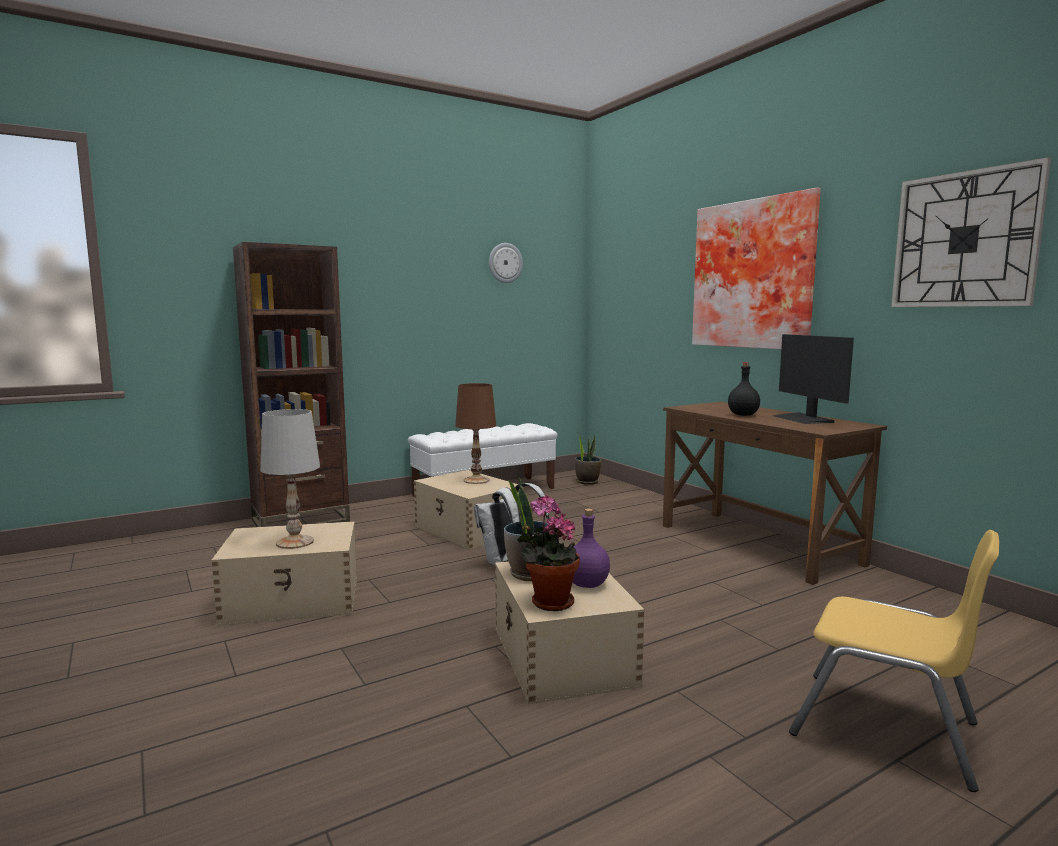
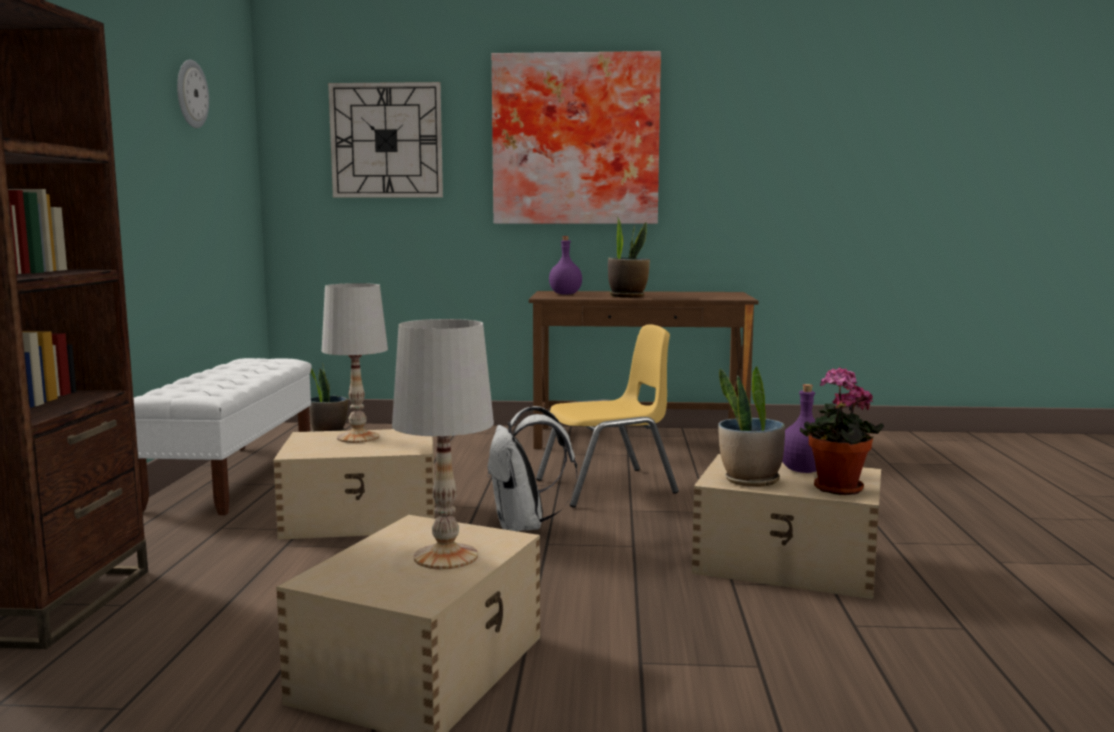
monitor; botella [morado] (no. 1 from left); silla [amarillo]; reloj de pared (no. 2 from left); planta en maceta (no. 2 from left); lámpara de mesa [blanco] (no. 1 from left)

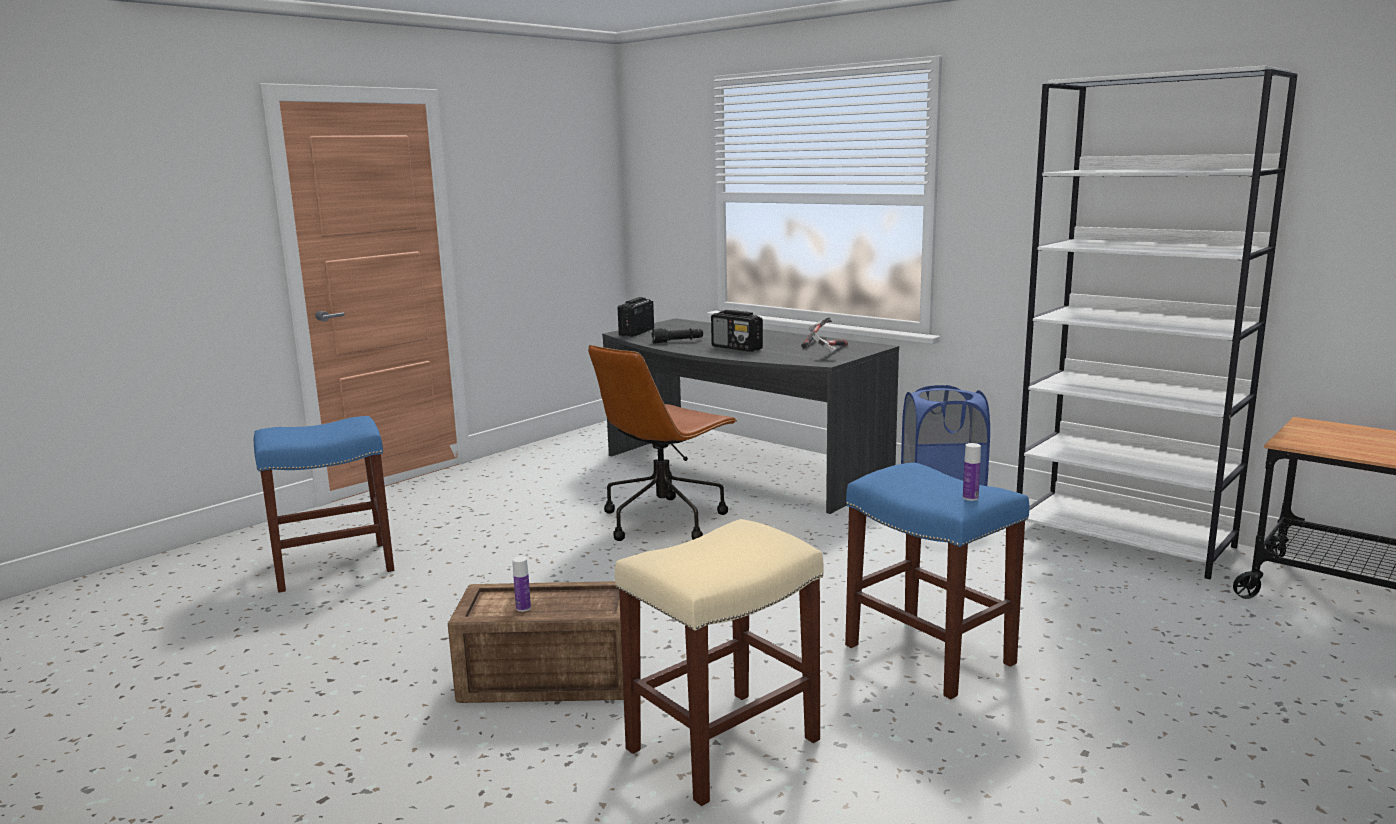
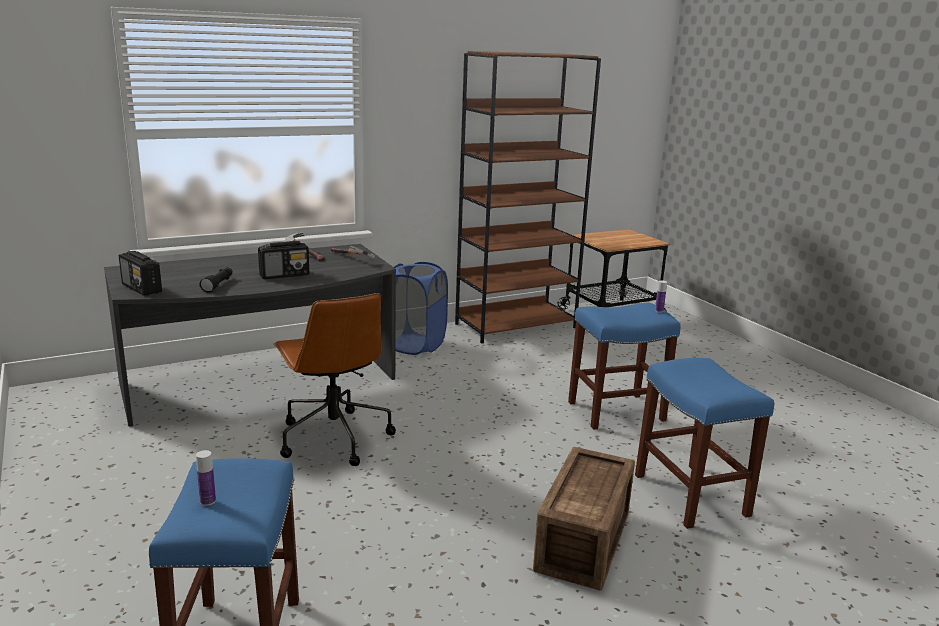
botella (no. 1 from left); taburete [azul] (no. 3 from left); estantería [marrón]

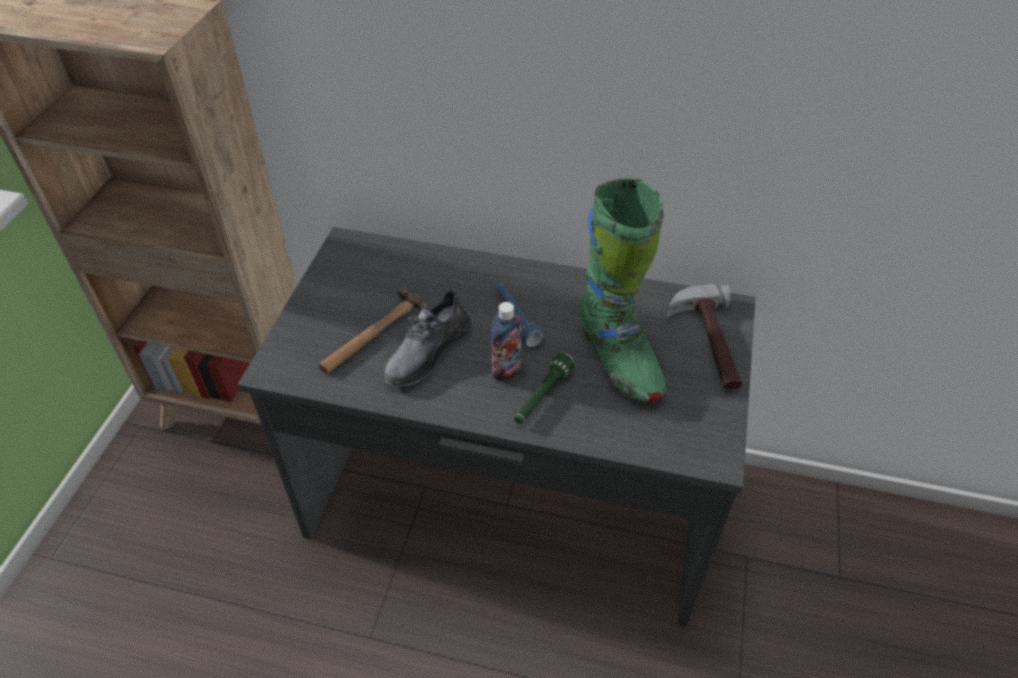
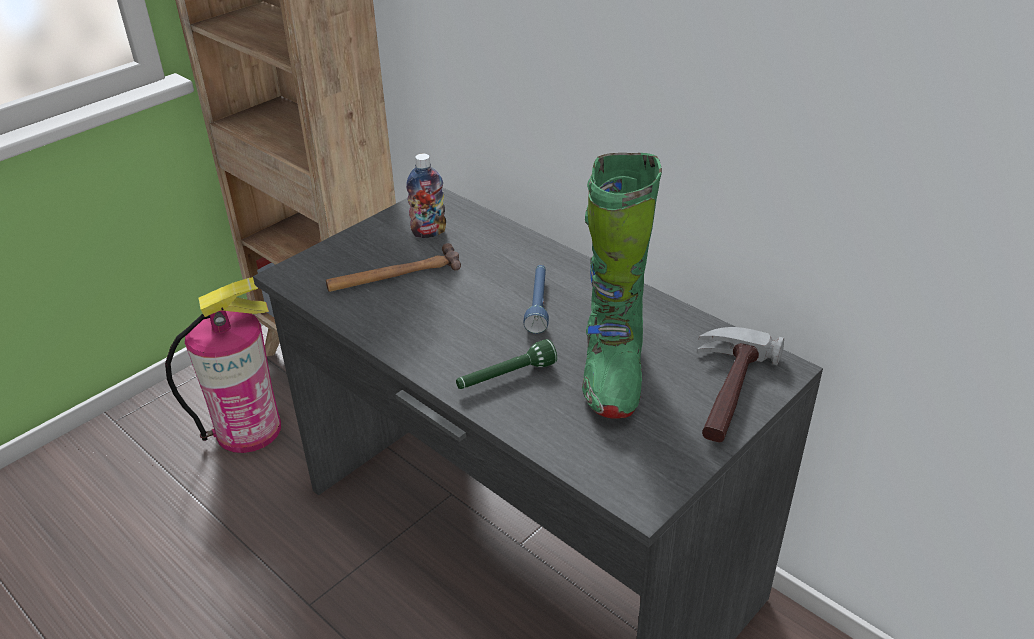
zapato [gris]; extintor; botella

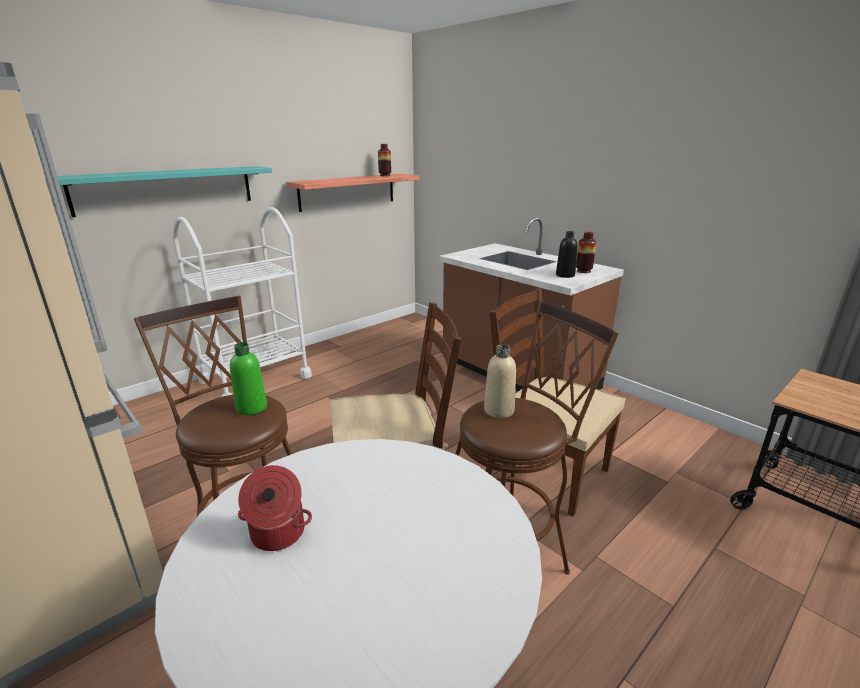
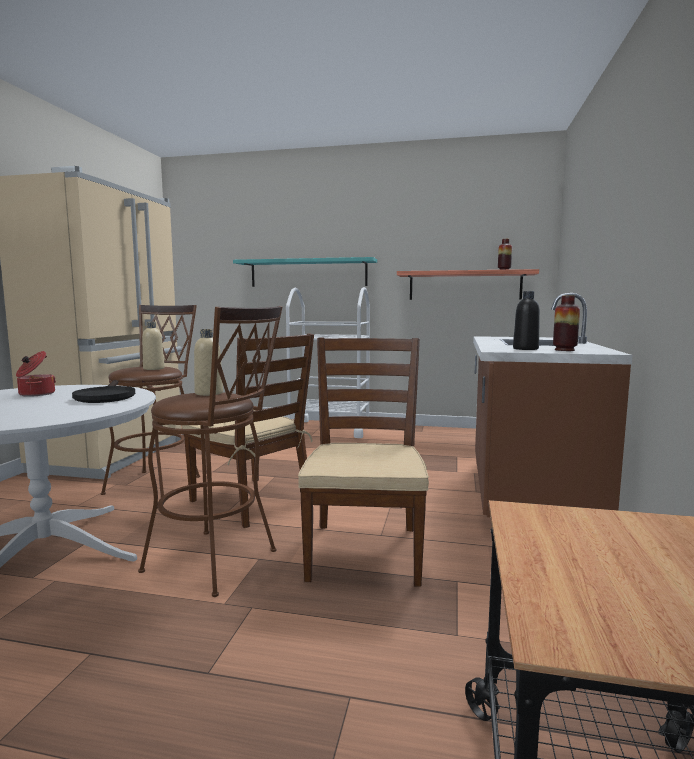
sartén [negro]; botella [beis] (no. 1 from left)

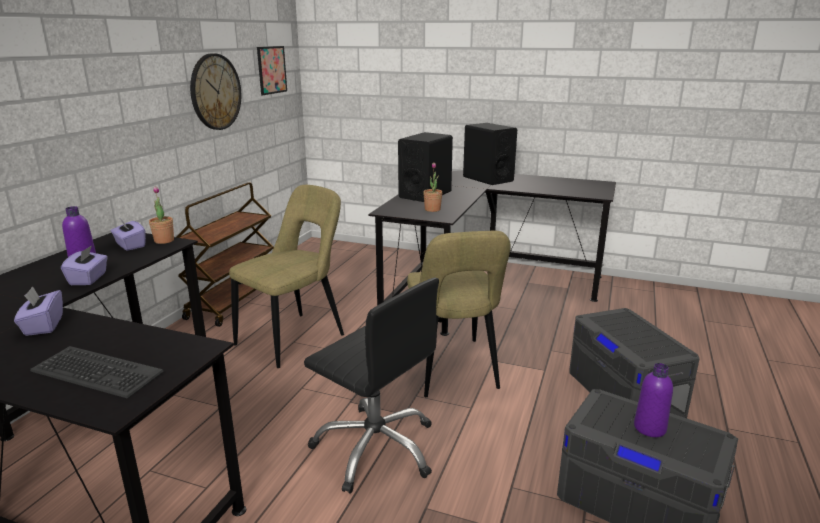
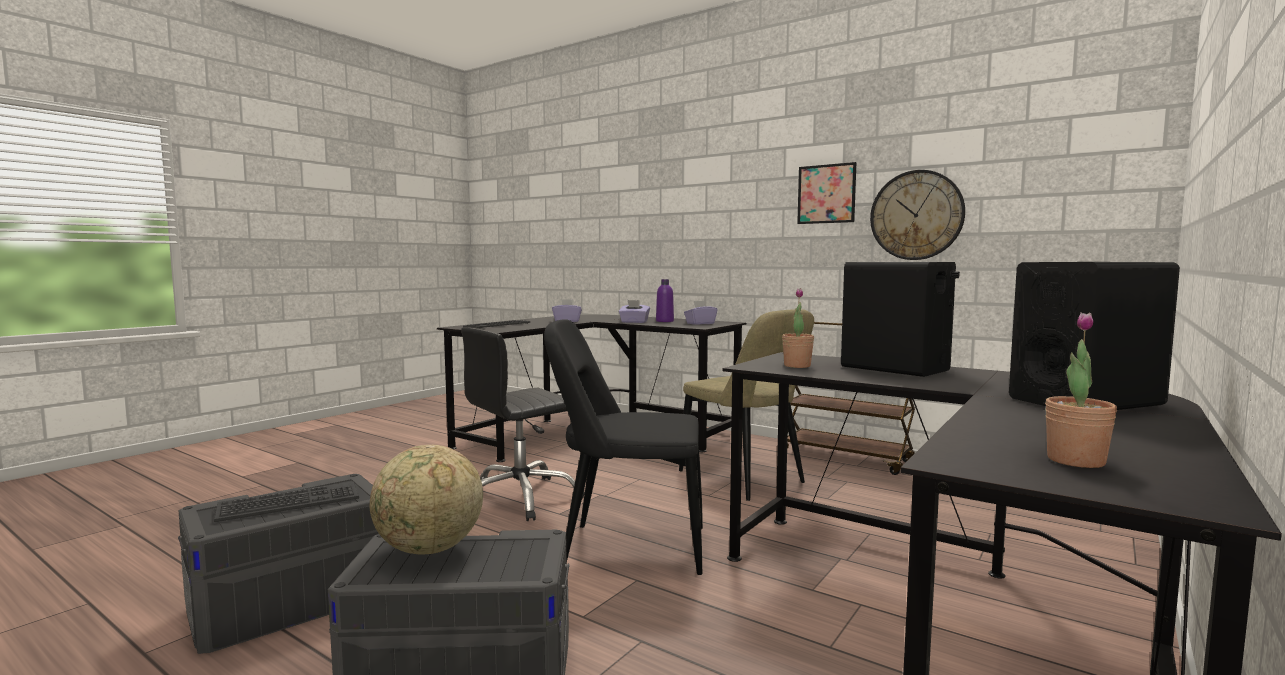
globo terráqueo; planta en maceta (no. 2 from left); cuadro; teclado (no. 1 from left); silla [negro]

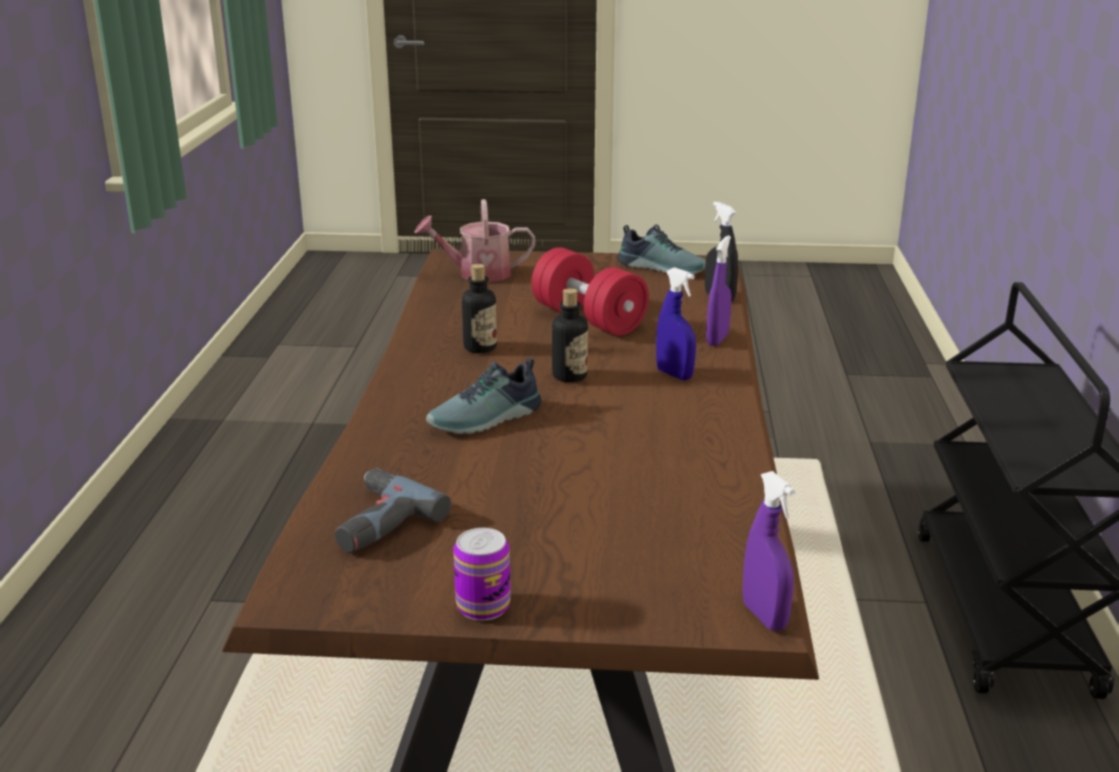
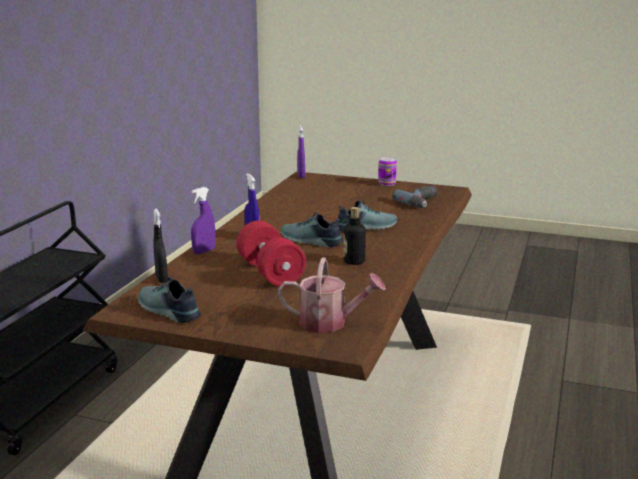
zapato (no. 2 from left)

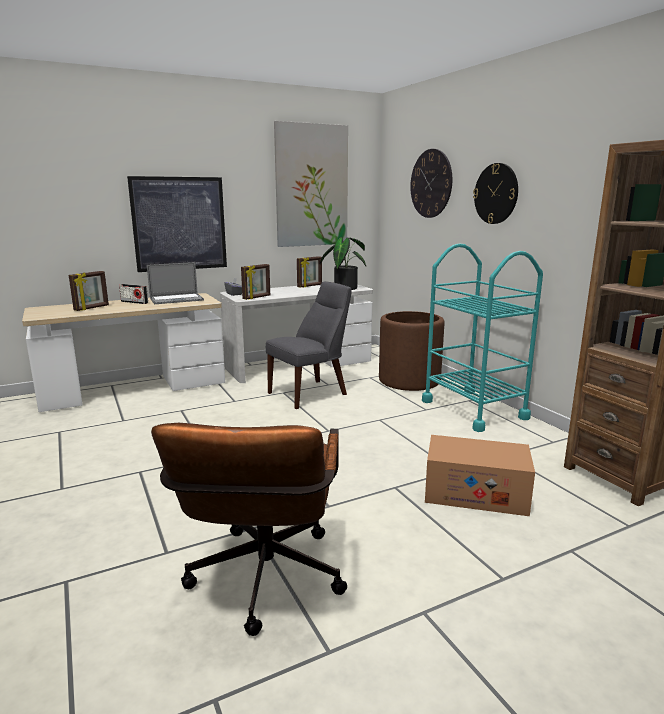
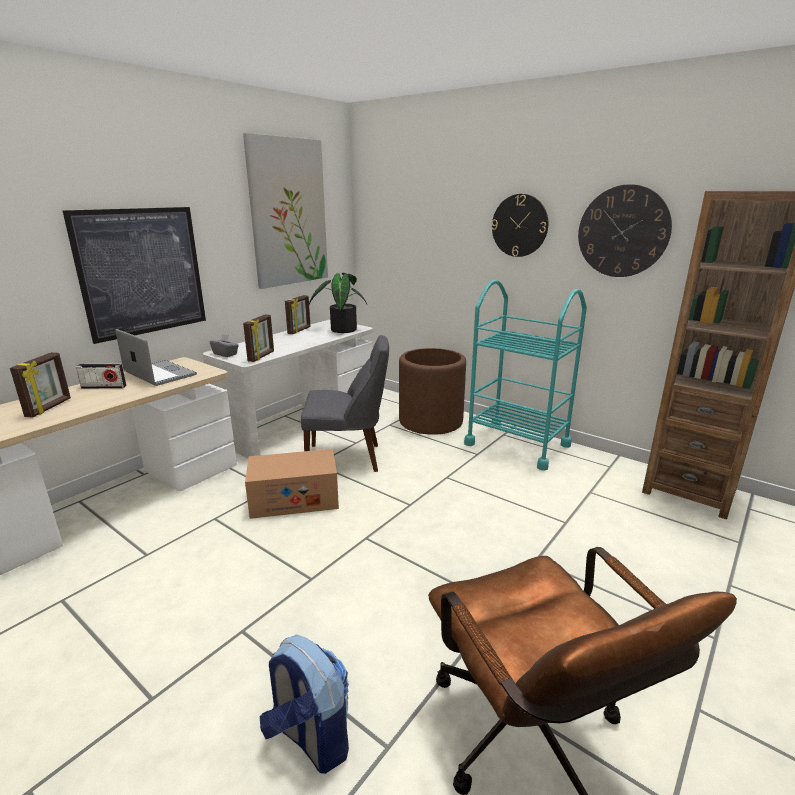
mochila; reloj de pared (no. 2 from left); caja de cartón; portátil; silla [gris]

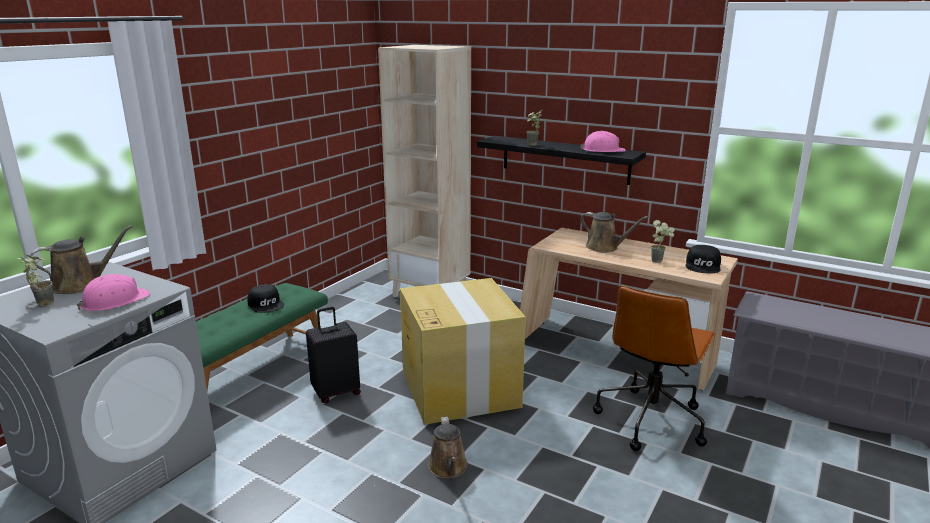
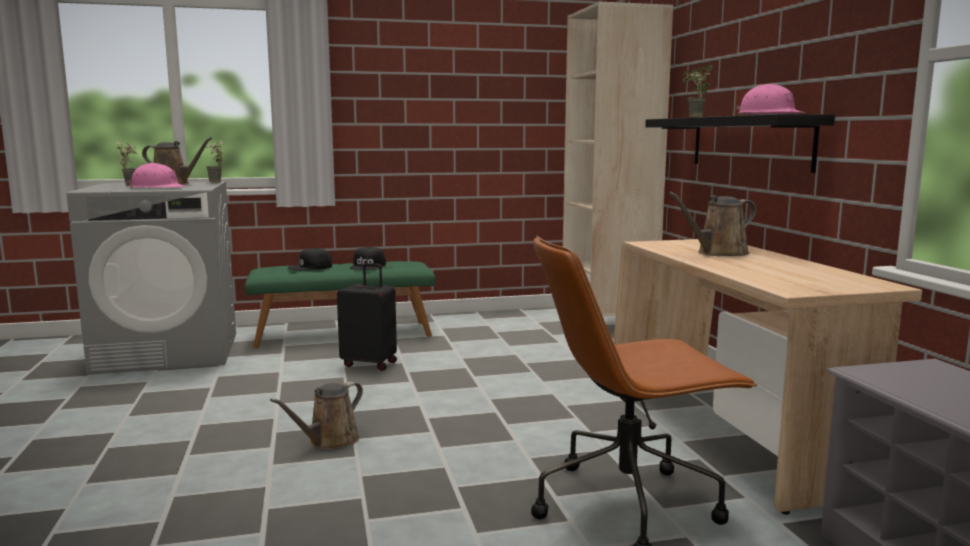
caja de cartón; planta en maceta (no. 2 from left); gorra [negro] (no. 1 from left); regadera [marrón] (no. 3 from left)

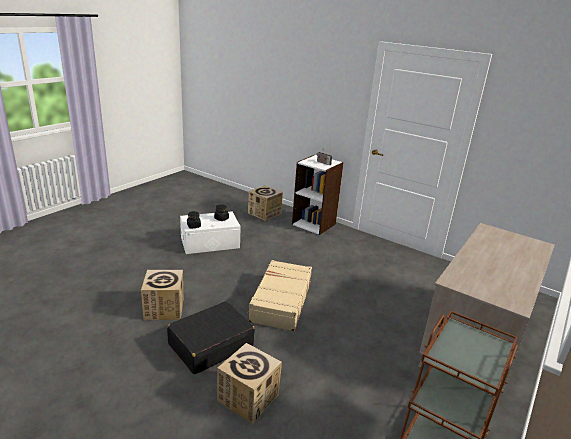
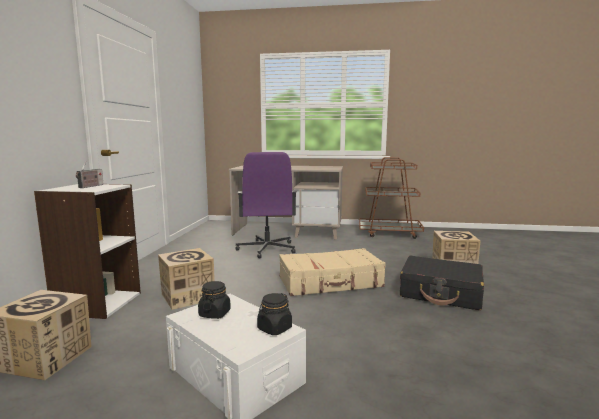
silla de oficina [morado]; caja de cartón (no. 2 from left)

